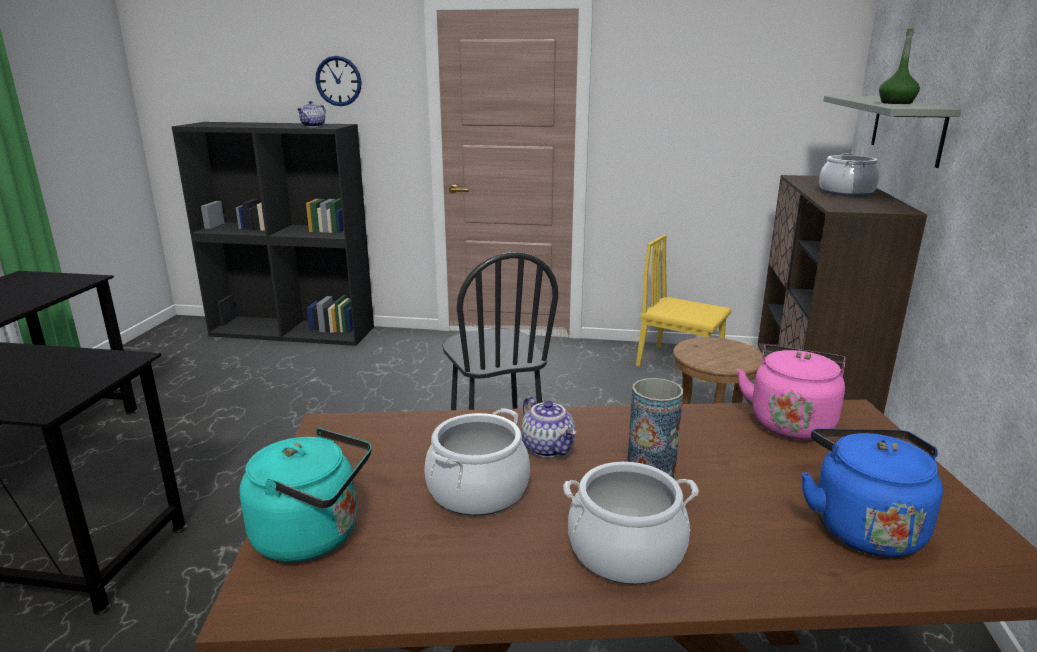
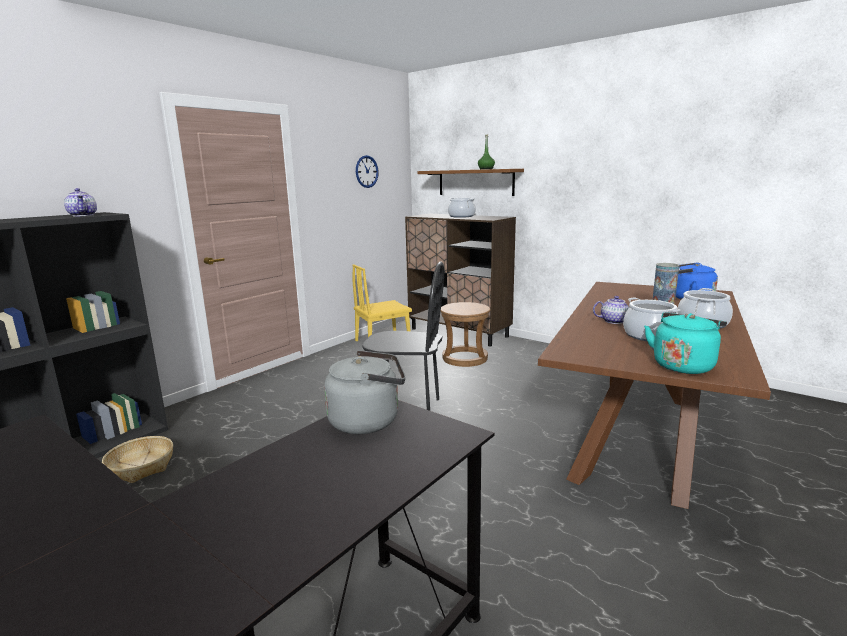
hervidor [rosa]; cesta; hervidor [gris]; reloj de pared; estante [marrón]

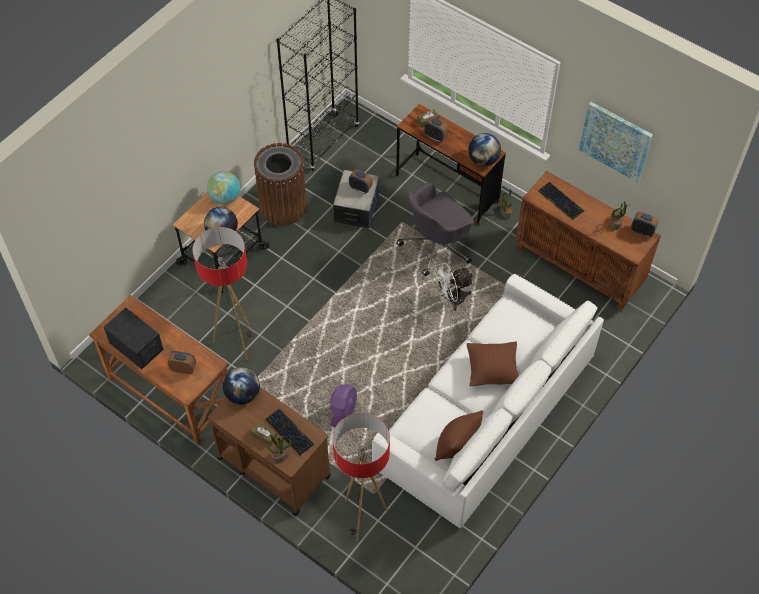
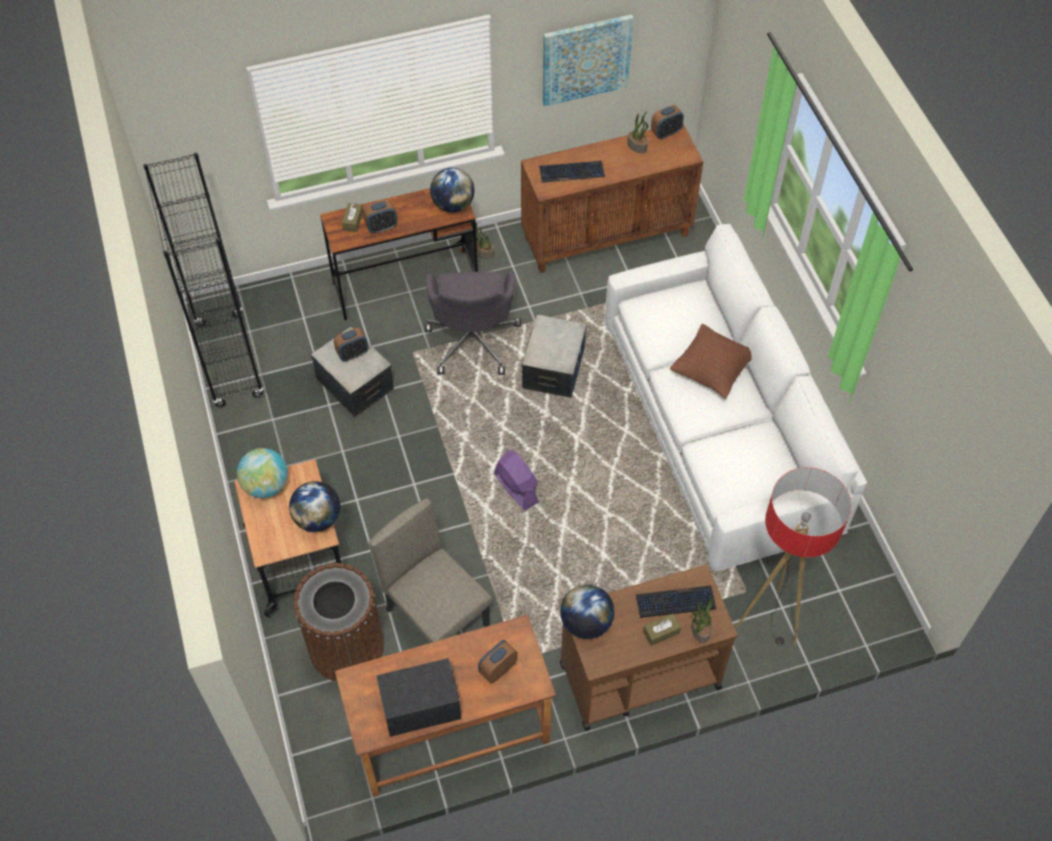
cojín [marrón] (no. 1 from left in the first image); papelera [marrón]; ventilador [morado]; silla [beis]; caja de almacenaje (no. 2 from left)

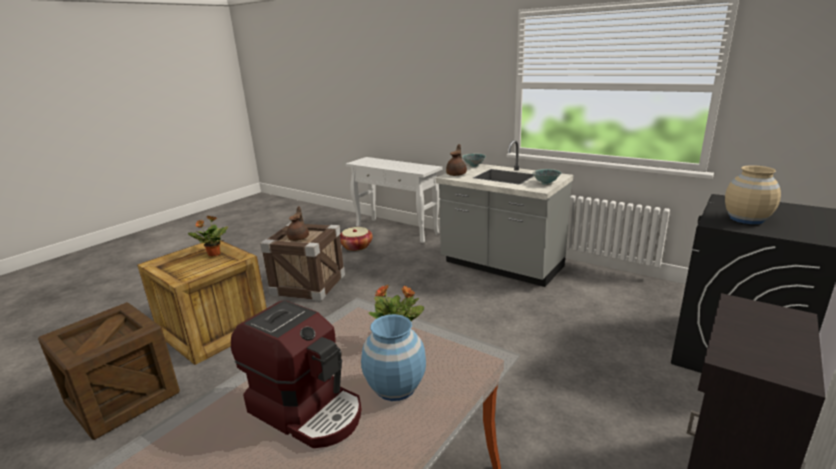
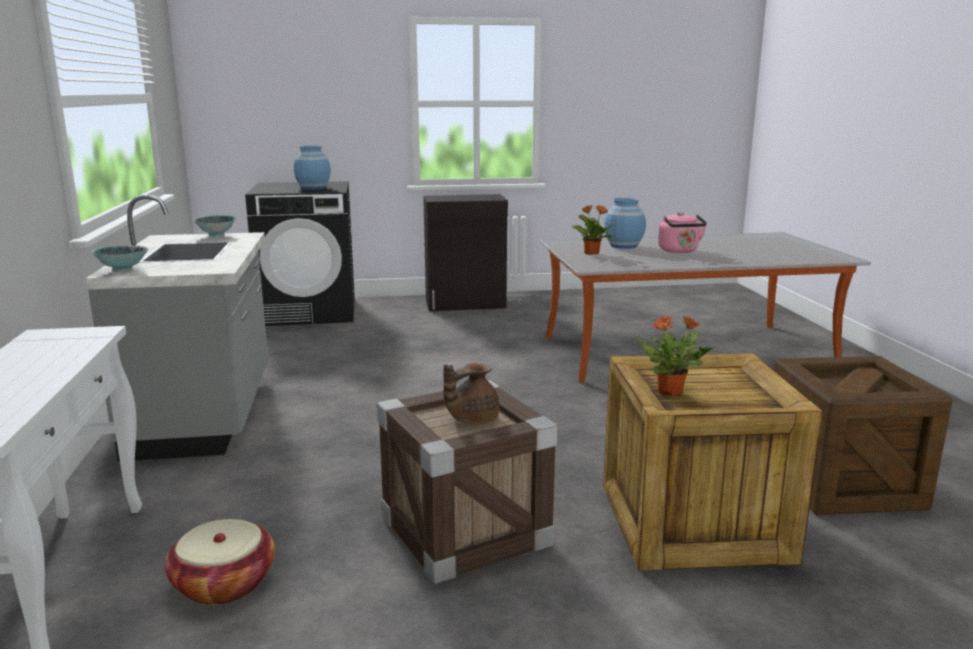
tetera [marrón] (no. 2 from left in the first image); hervidor [rosa]; florero [azul] (no. 1 from left)

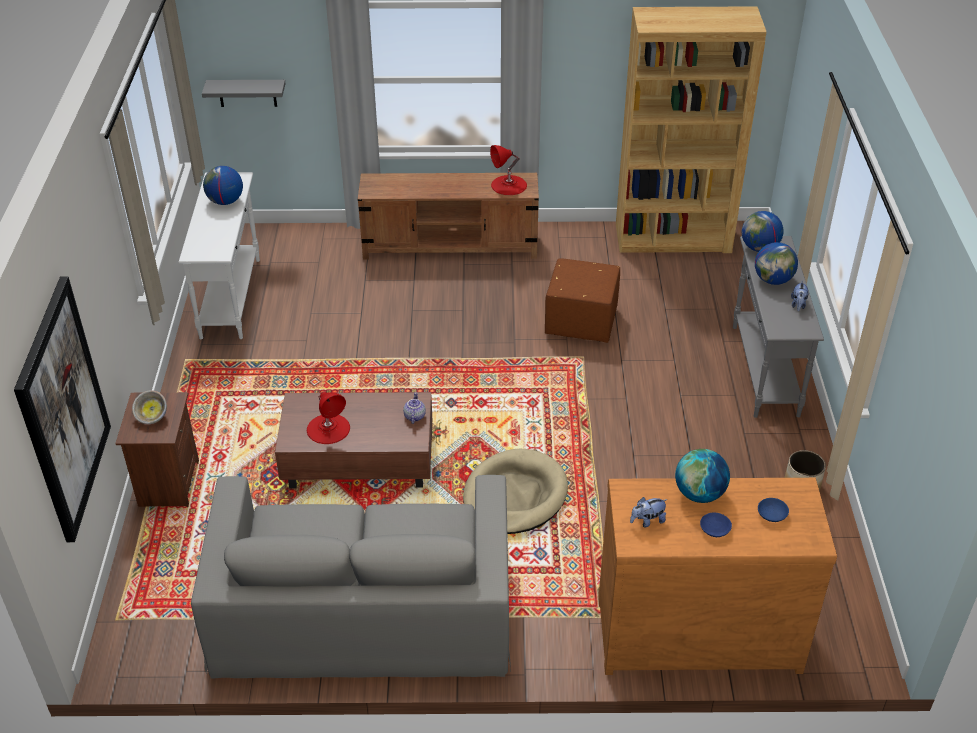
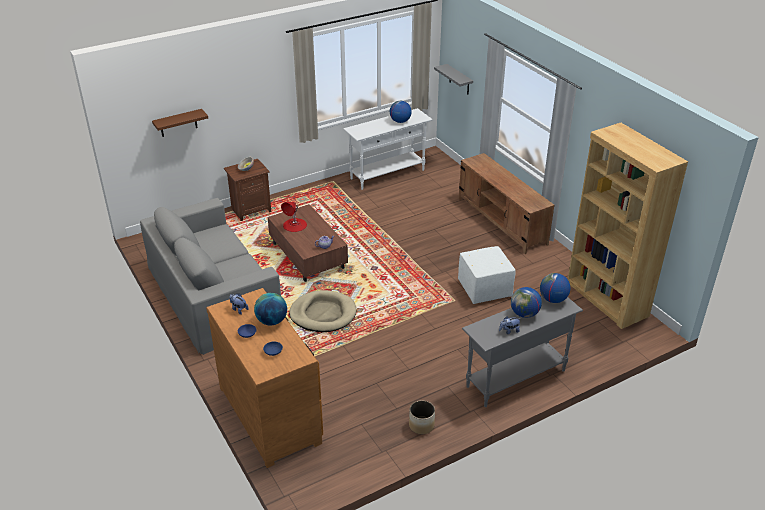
lámpara de mesa [rojo] (no. 2 from left in the first image); estante [marrón]; puf [blanco]

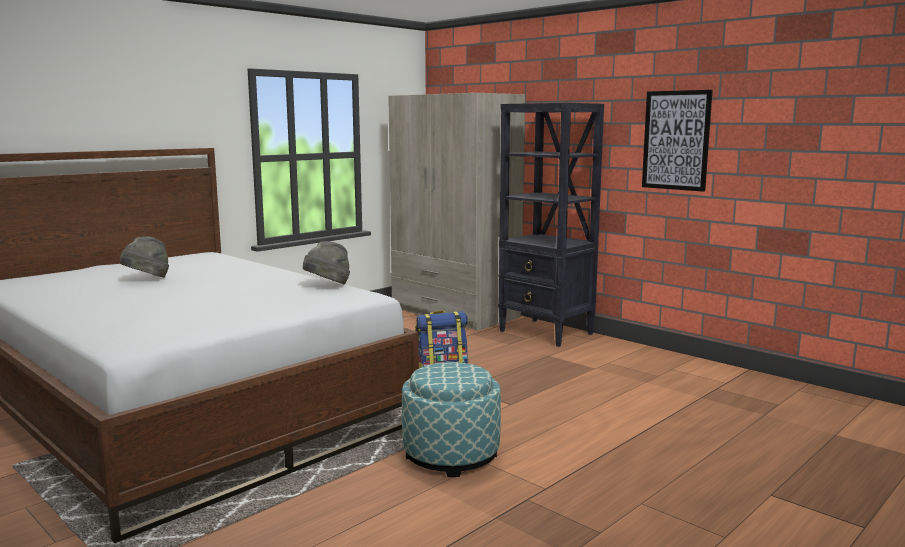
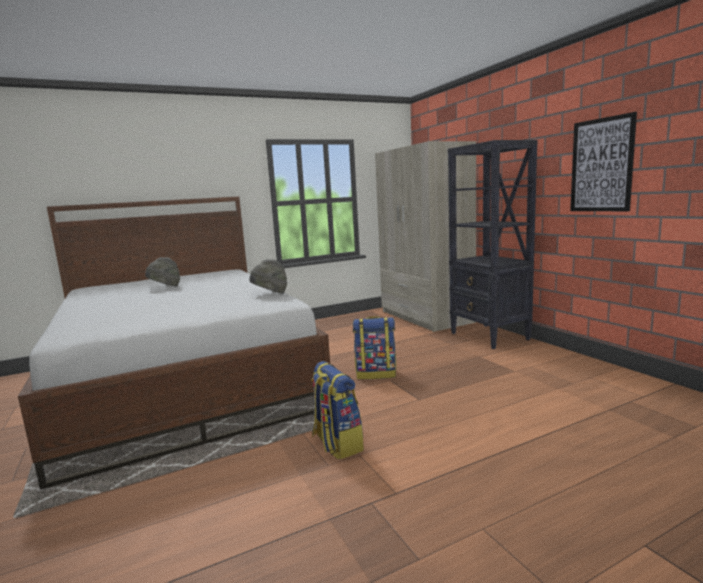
mochila (no. 1 from left)

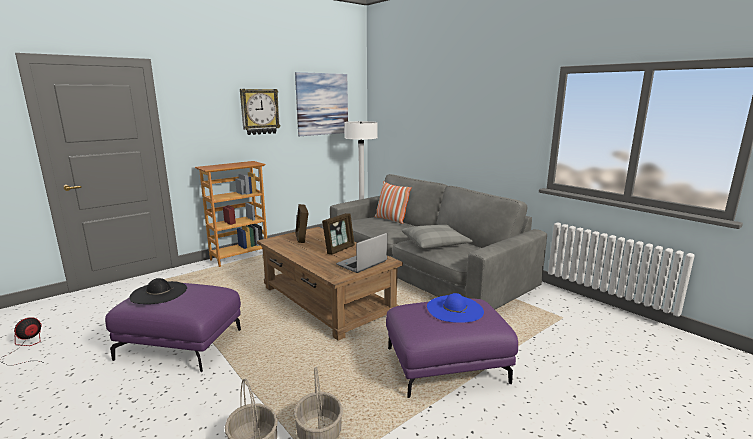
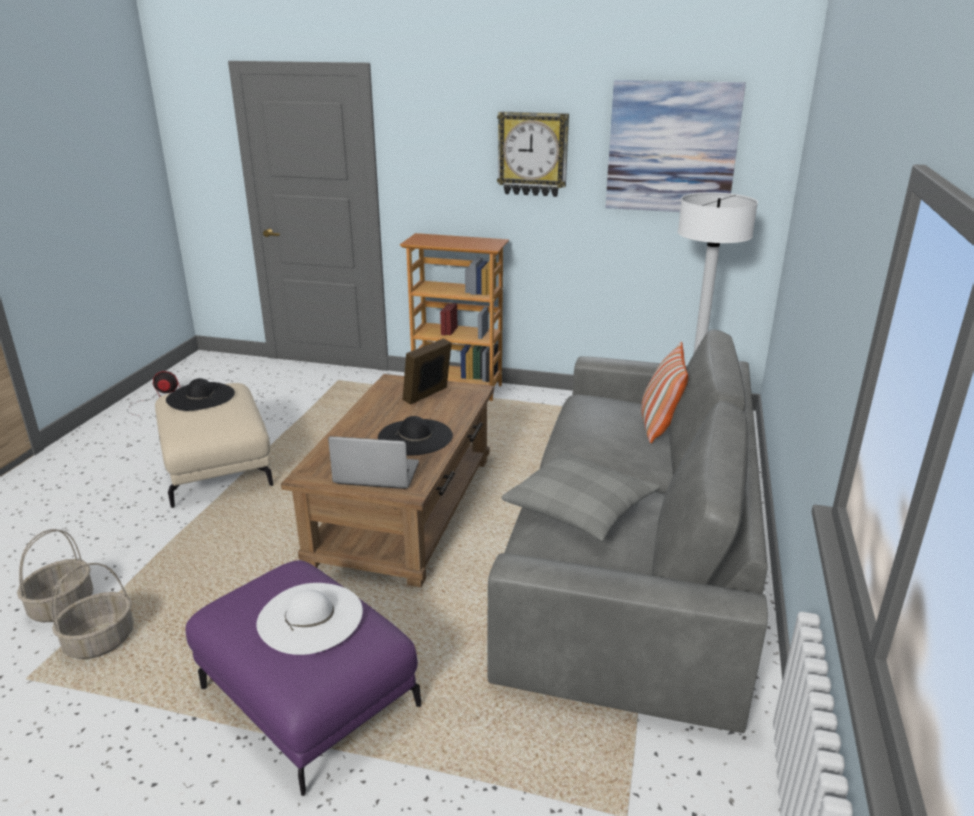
sombrero [negro] (no. 2 from left); puf [beis]; sombrero [blanco]

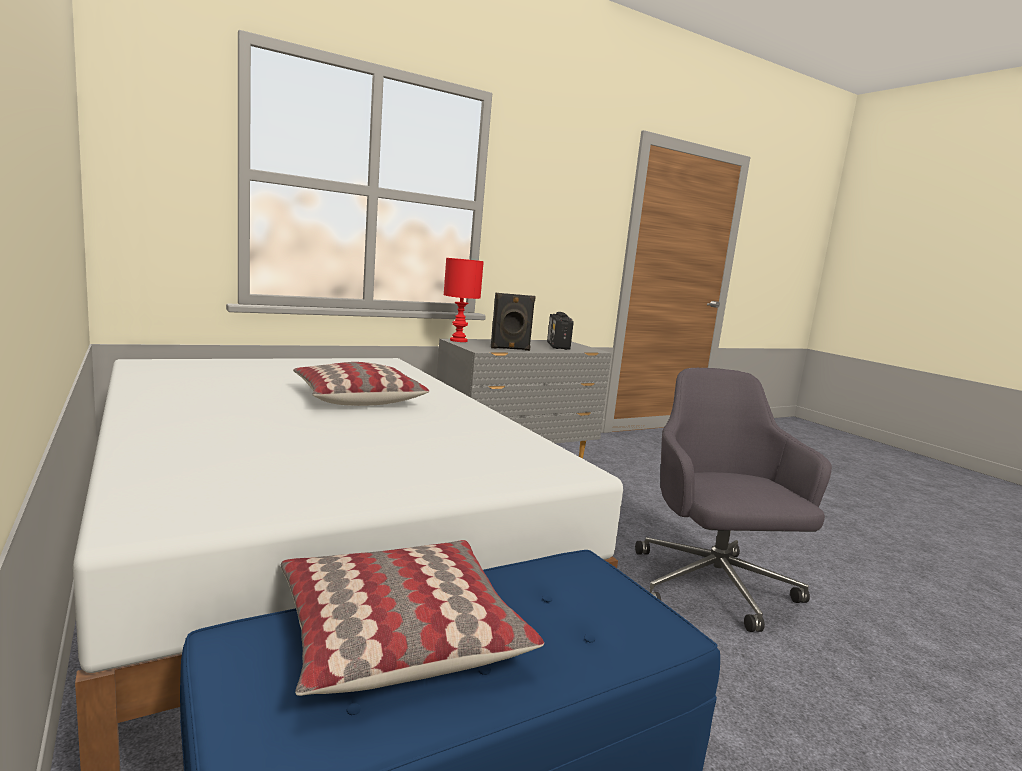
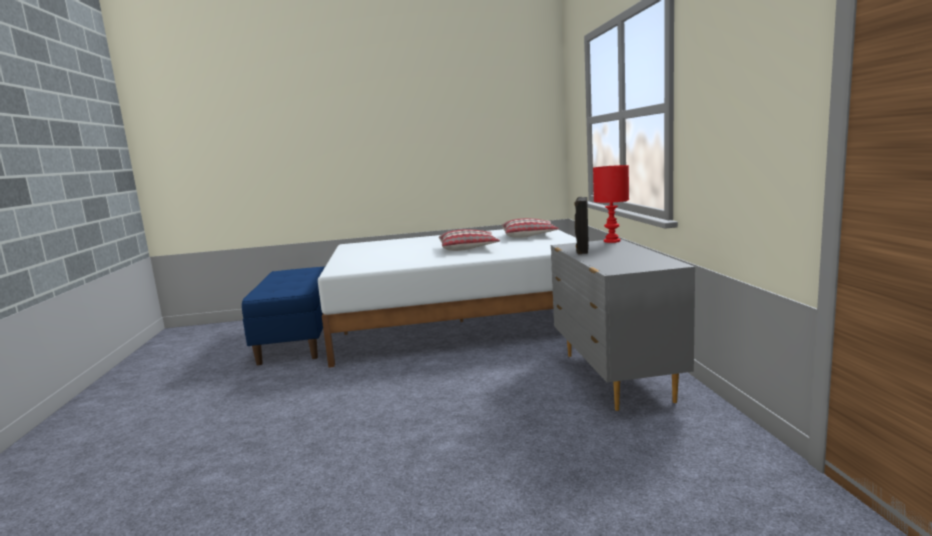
radio; silla de oficina [gris]; cojín (no. 2 from left)

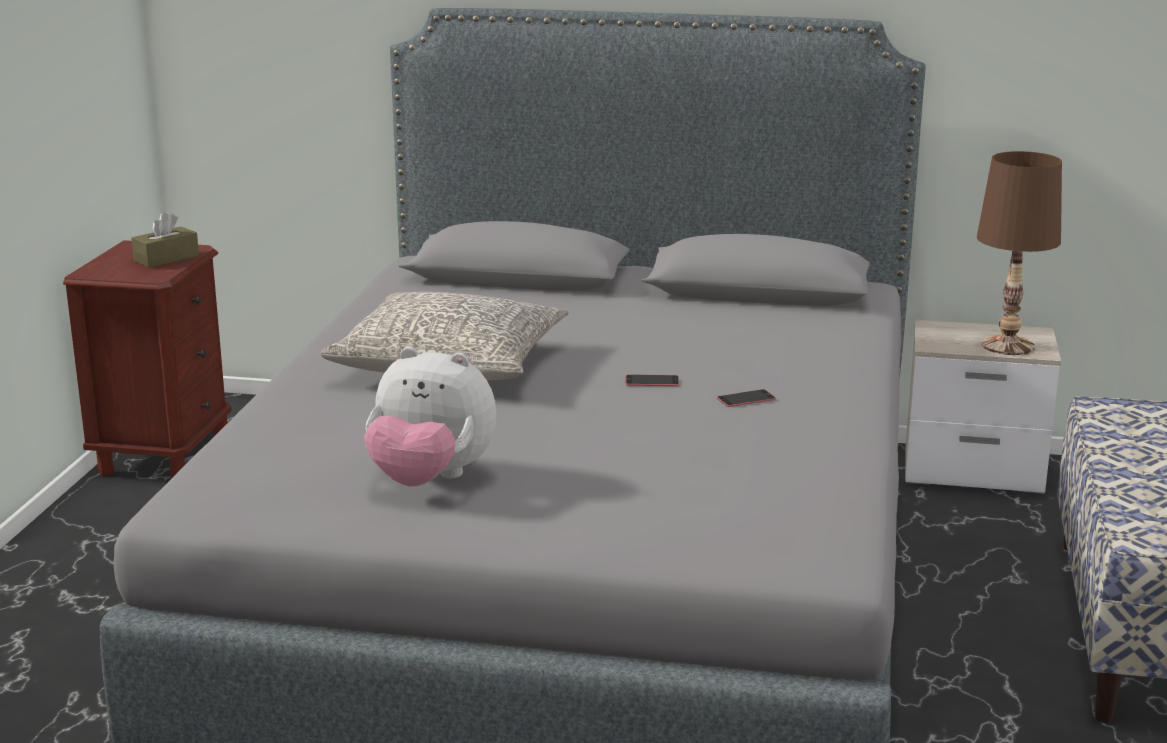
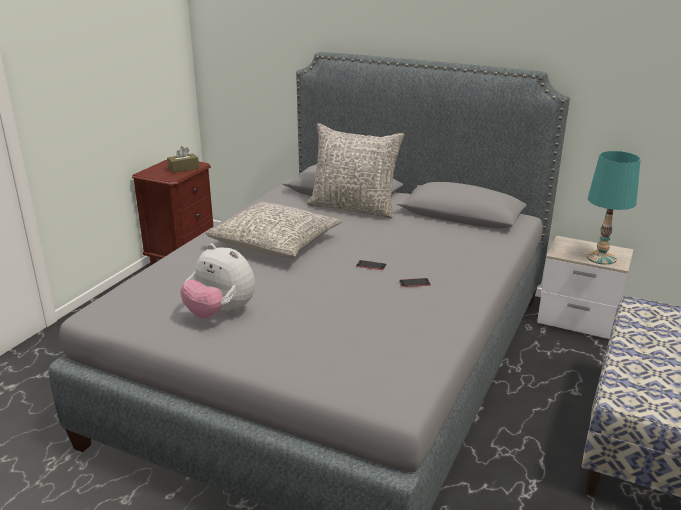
cojín [gris] (no. 2 from left); lámpara de mesa [turquesa]

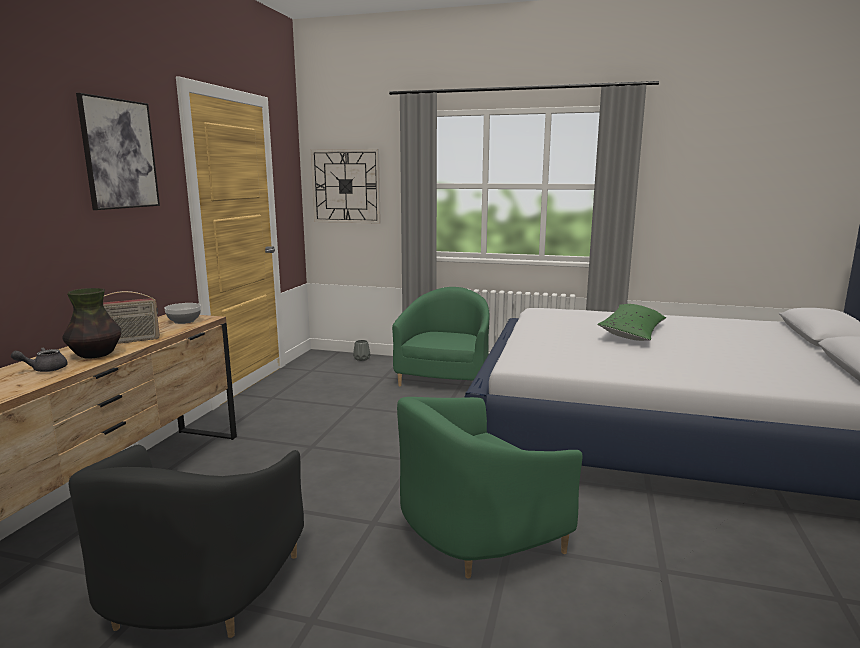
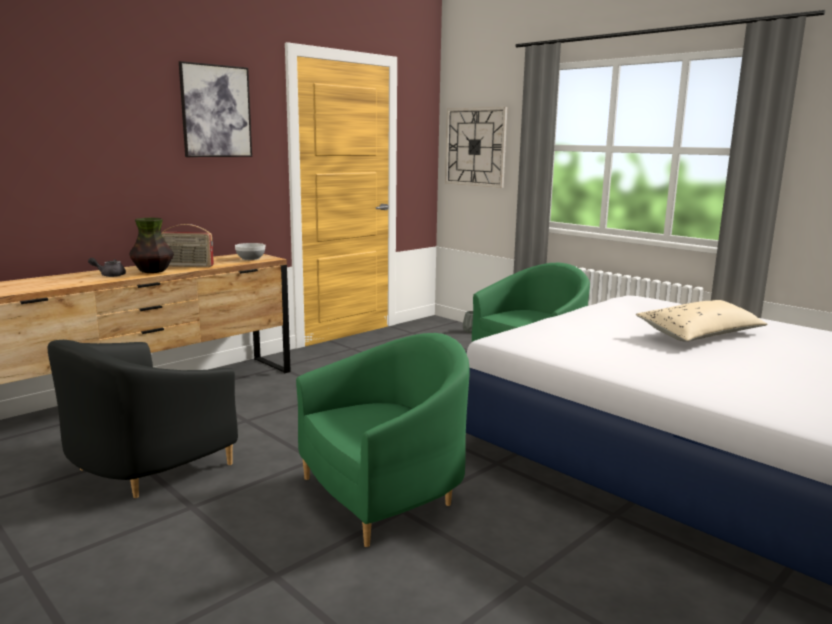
cojín [beis]; sillón [verde] (no. 1 from left)

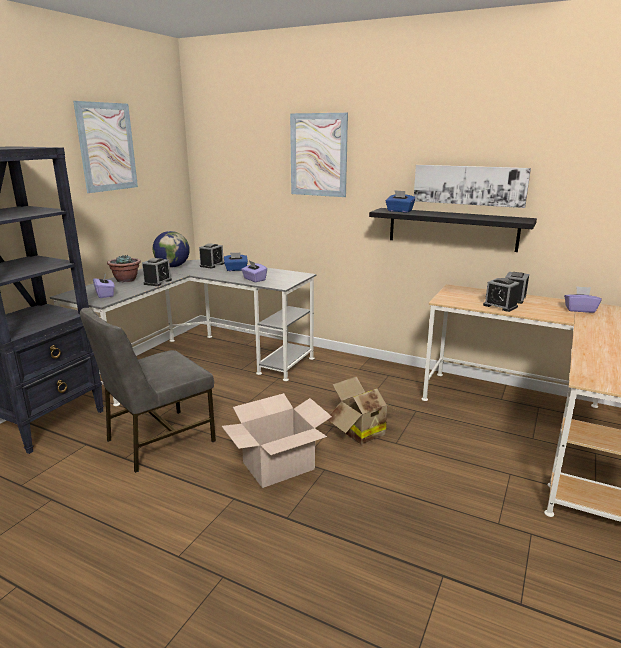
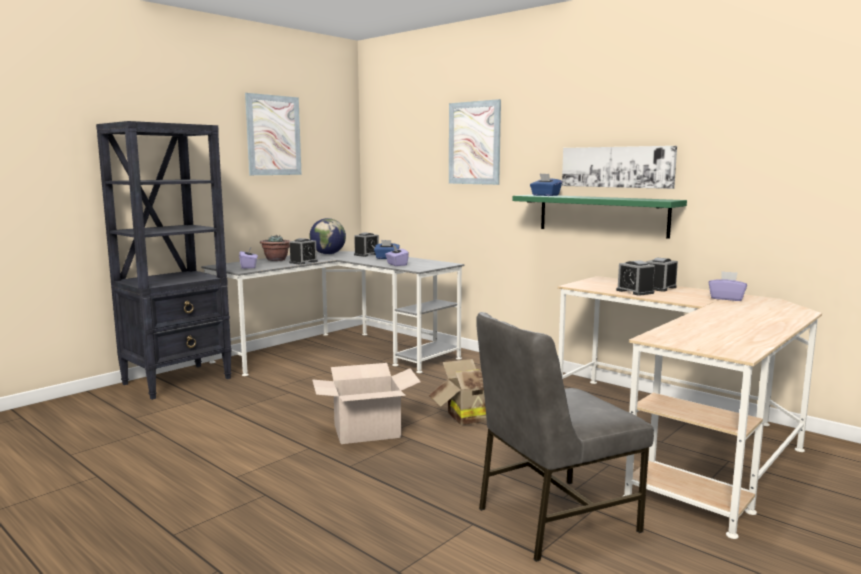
silla [gris]; estante [verde]

